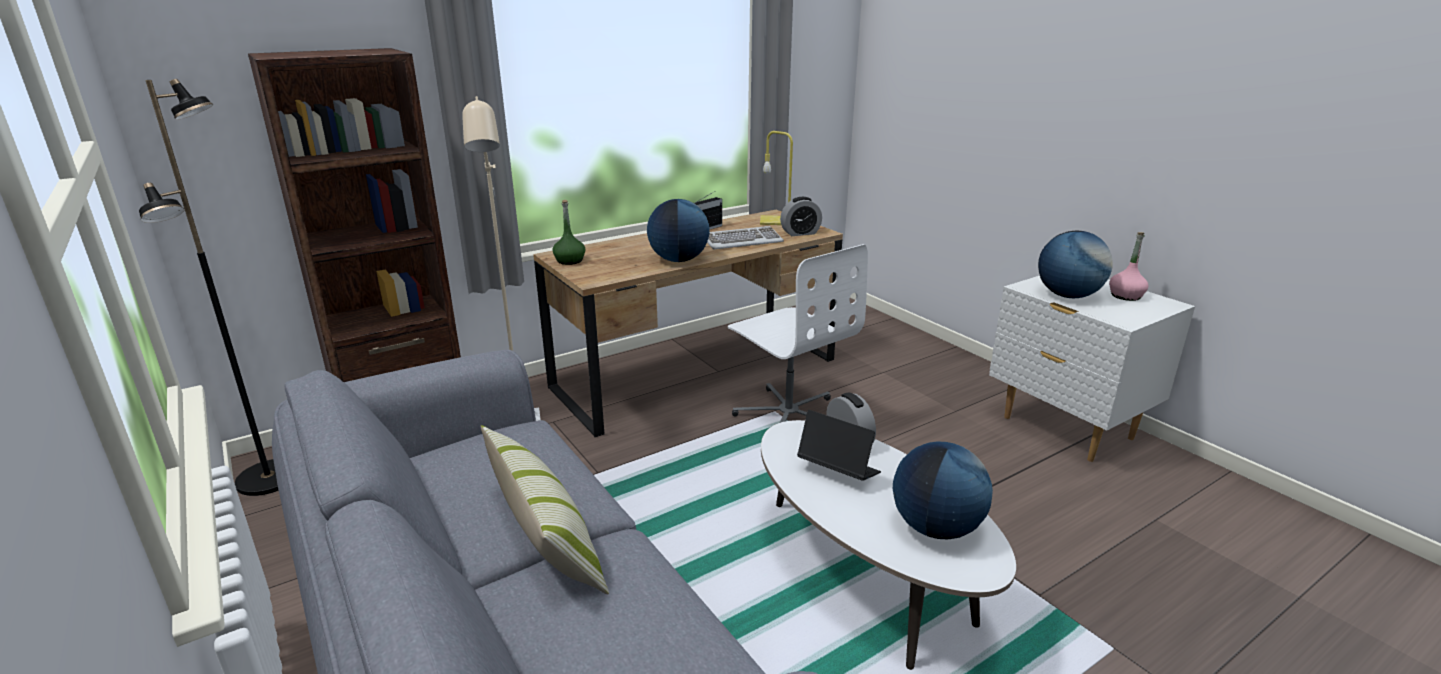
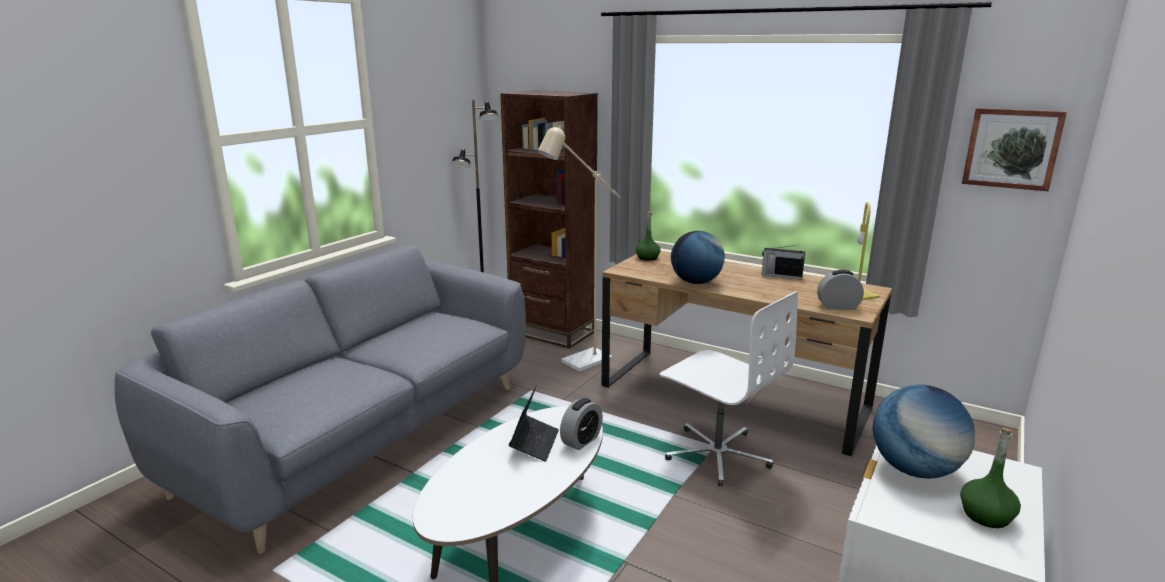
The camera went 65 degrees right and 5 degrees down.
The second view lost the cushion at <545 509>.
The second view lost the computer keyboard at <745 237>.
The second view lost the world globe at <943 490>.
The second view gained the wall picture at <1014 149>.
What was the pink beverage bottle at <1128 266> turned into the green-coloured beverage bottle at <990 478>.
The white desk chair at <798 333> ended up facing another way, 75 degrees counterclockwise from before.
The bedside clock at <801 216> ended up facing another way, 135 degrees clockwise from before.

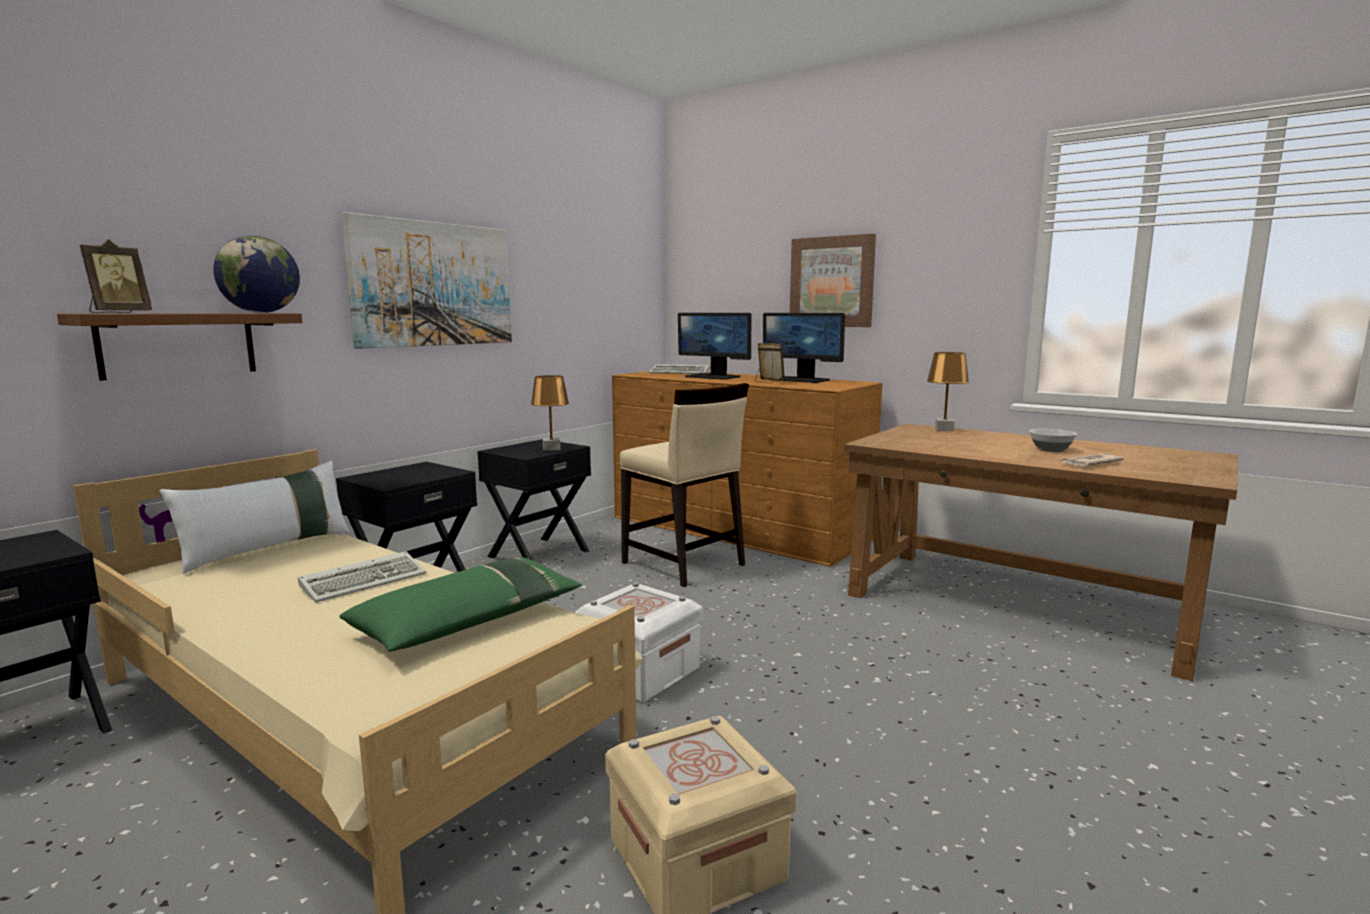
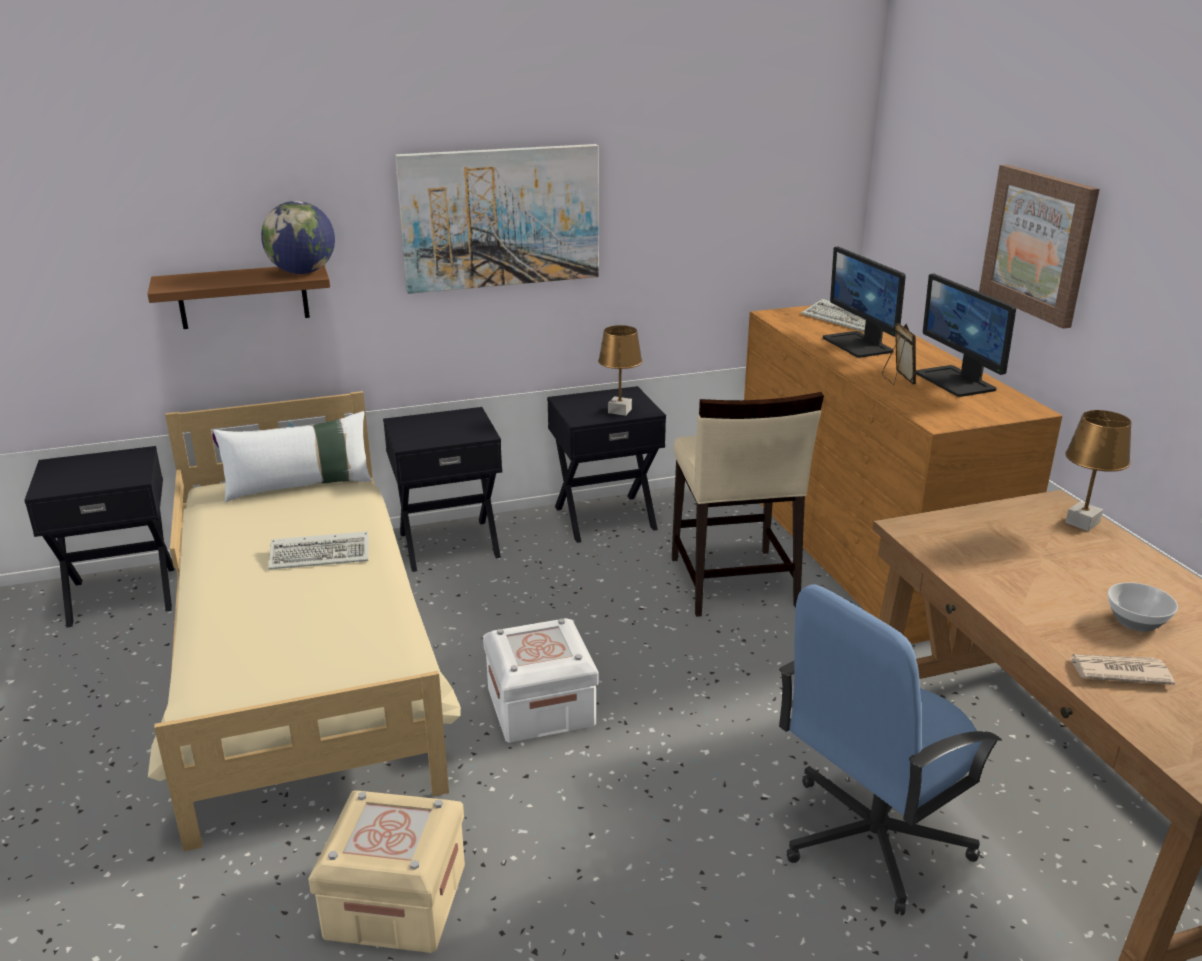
The camera went 35 degrees right and 15 degrees up.
The second view lost the photo frame at <116 276>.
The second view lost the green-coloured cushion at <460 604>.
The second view gained the blue desk chair at <890 750>.

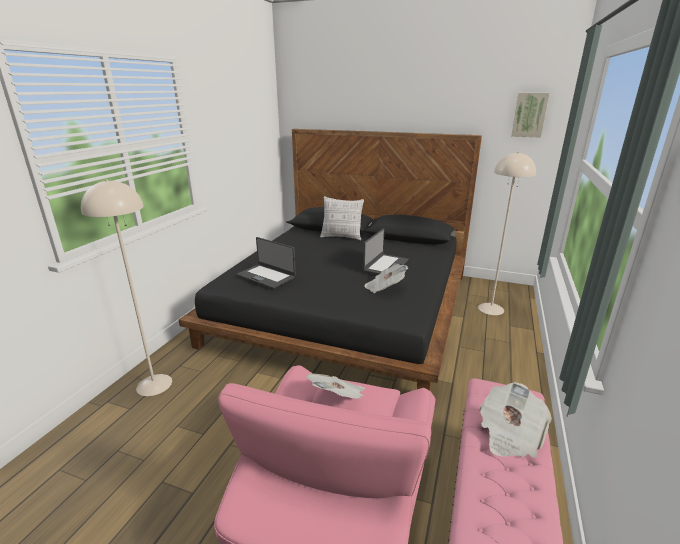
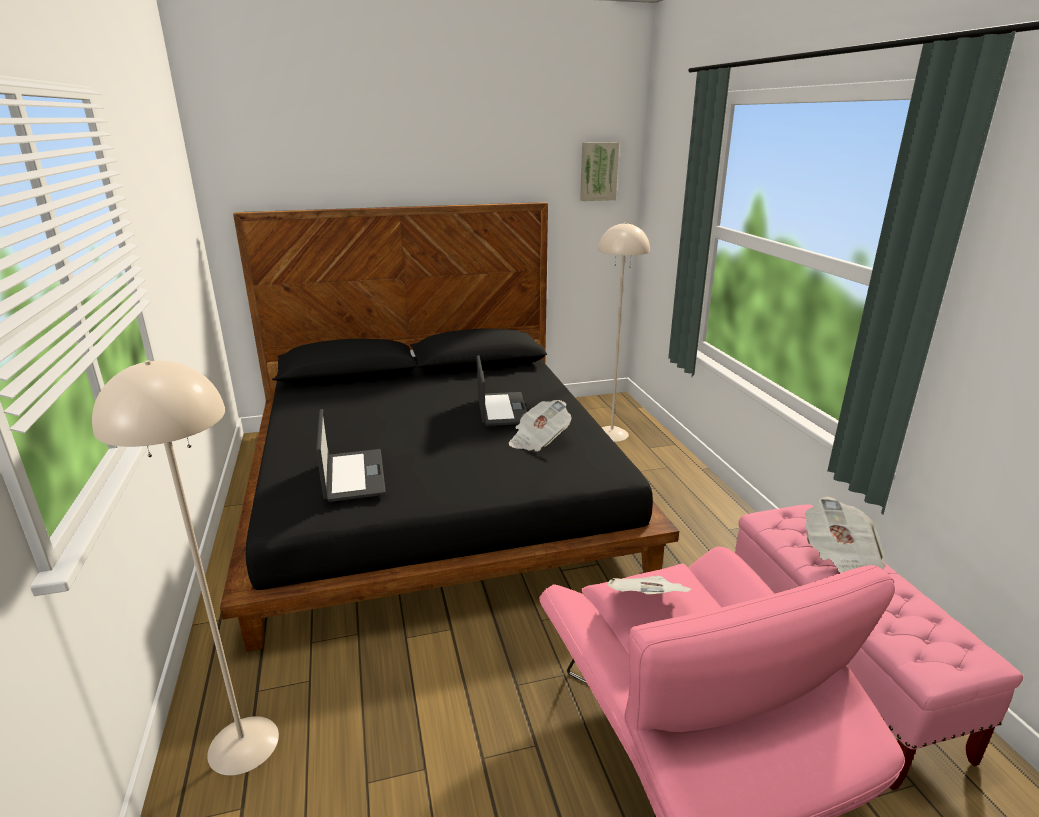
The camera went 35 degrees left and 0 degrees up.
The second view lost the cushion at <342 218>.
The laptop at <266 263> ended up facing another way, 105 degrees counterclockwise from before.

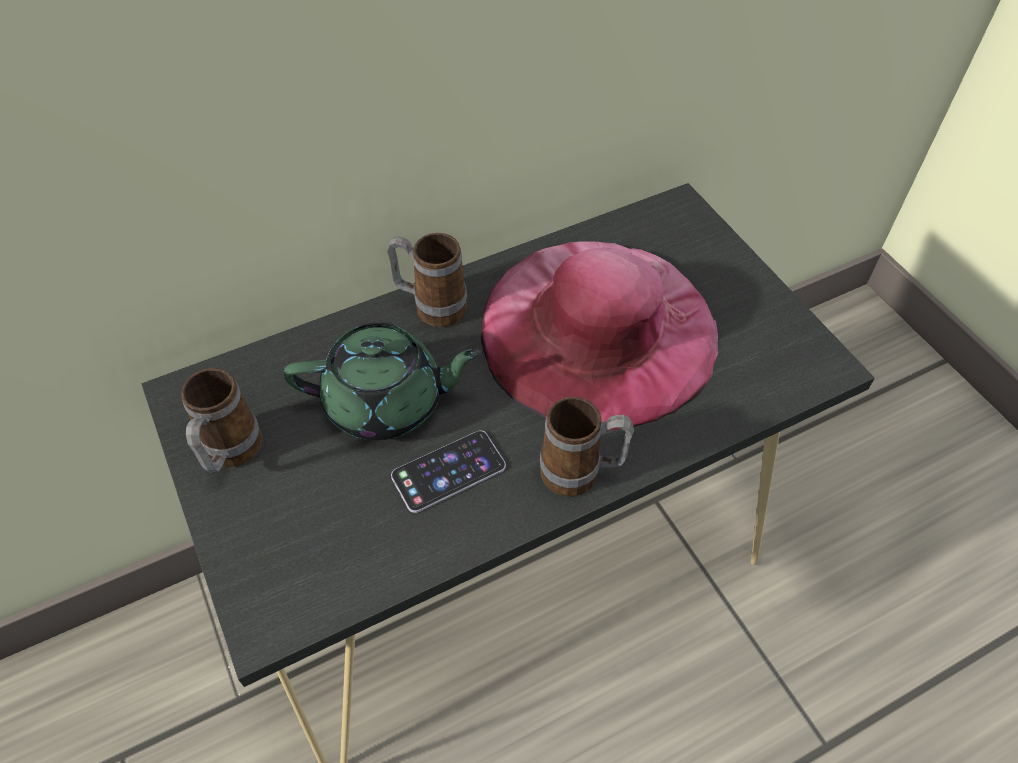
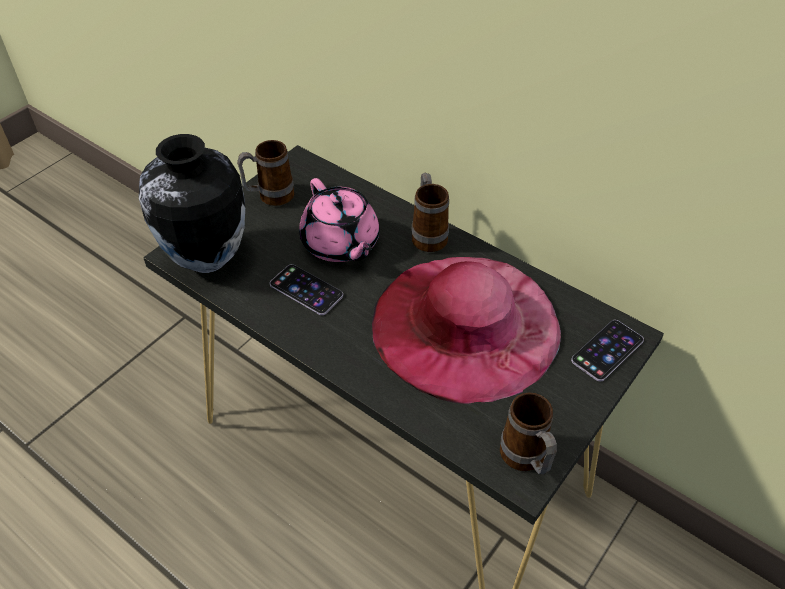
The camera went 65 degrees right and 5 degrees down.
The second view gained the vase at <192 203>.
The second view gained the handset at <607 350>.
The mug ended up elsewhere, having gone from <587 446> to <528 433>.
What was the green-coloured pot for tea at <383 381> turned into the pink pot for tea at <339 220>.

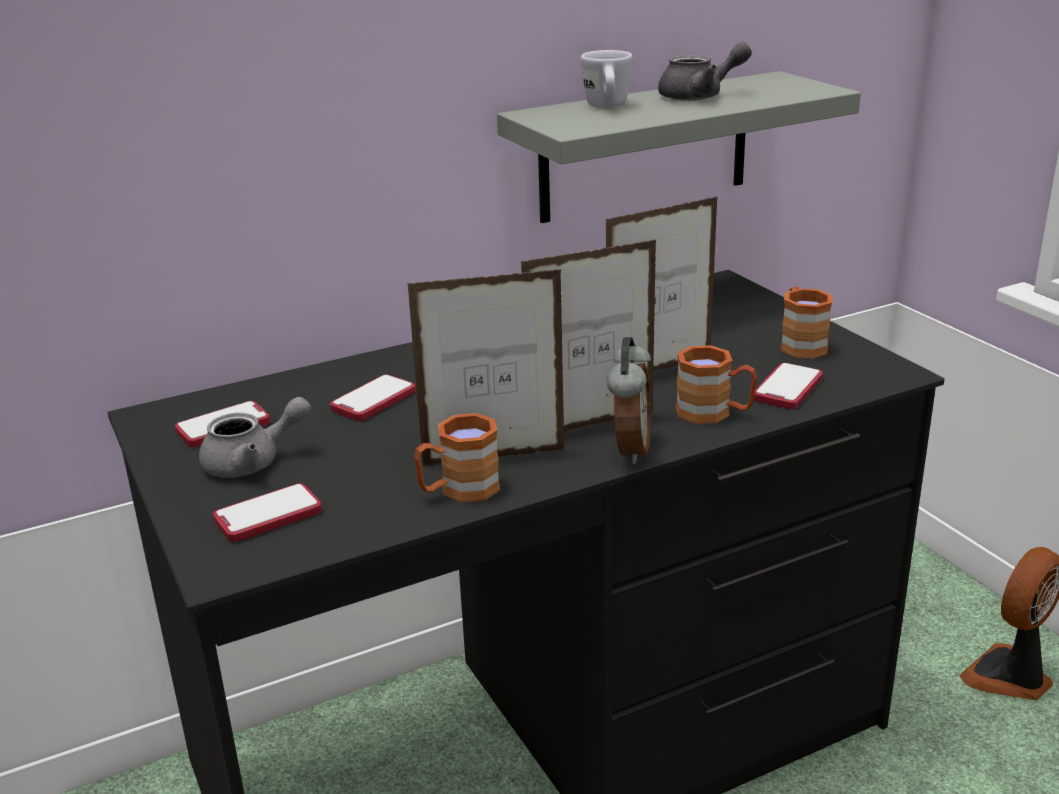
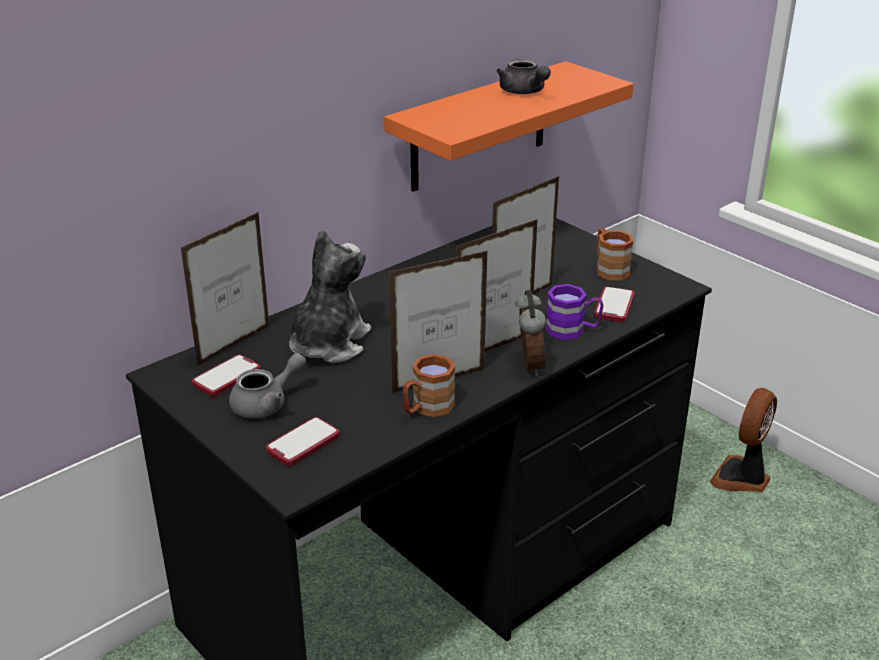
The camera went 15 degrees left and 5 degrees up.
The second view lost the white mug at <606 79>.
The second view gained the photo frame at <225 289>.
Where the handset stood at <373 398>, the soft toy came to stand at <330 296>.
What was the grey bracket shelf at <679 147> turned into the orange bracket shelf at <509 126>.
What was the brownish mug at <716 384> turned into the purplish mug at <574 312>.
The grey pot for tea at <705 71> ended up facing another way, 90 degrees clockwise from before.

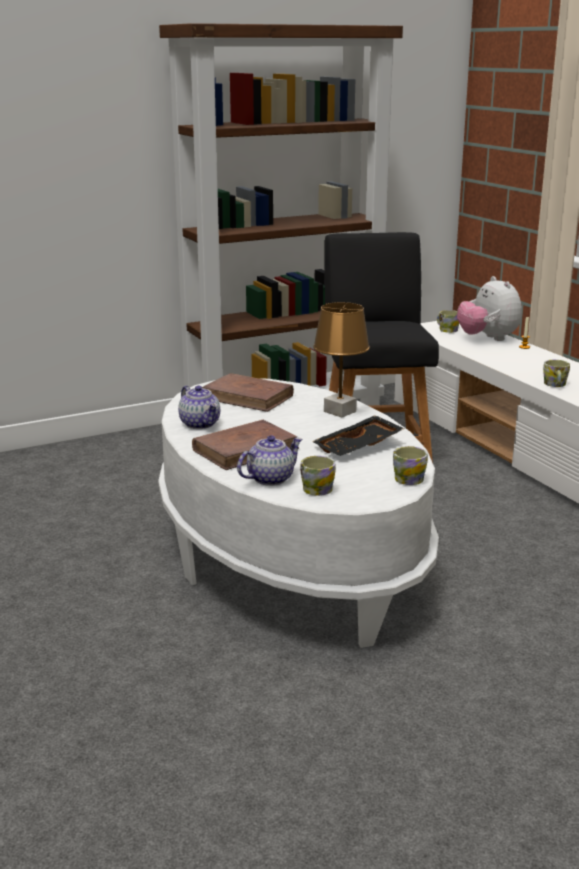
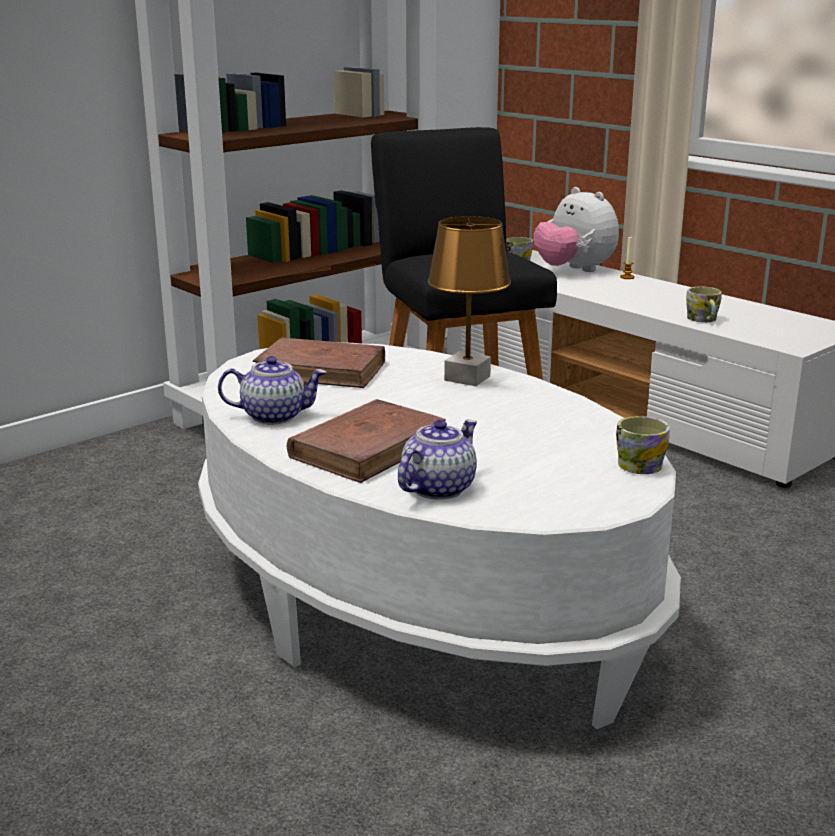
The camera went 15 degrees left and 0 degrees up.
The second view lost the mug at <318 476>.
The second view lost the blackish tray at <358 435>.
The pot for tea at <199 407> ended up facing another way, 45 degrees counterclockwise from before.

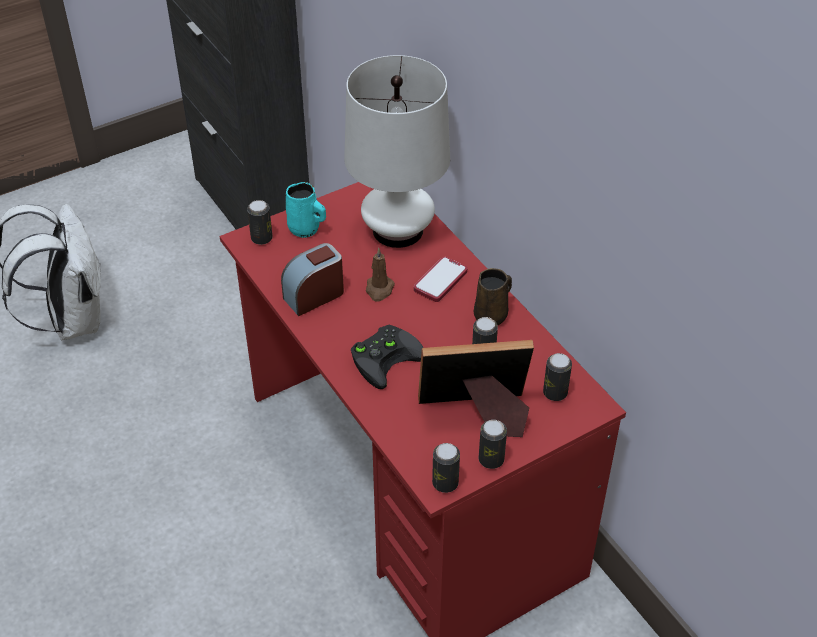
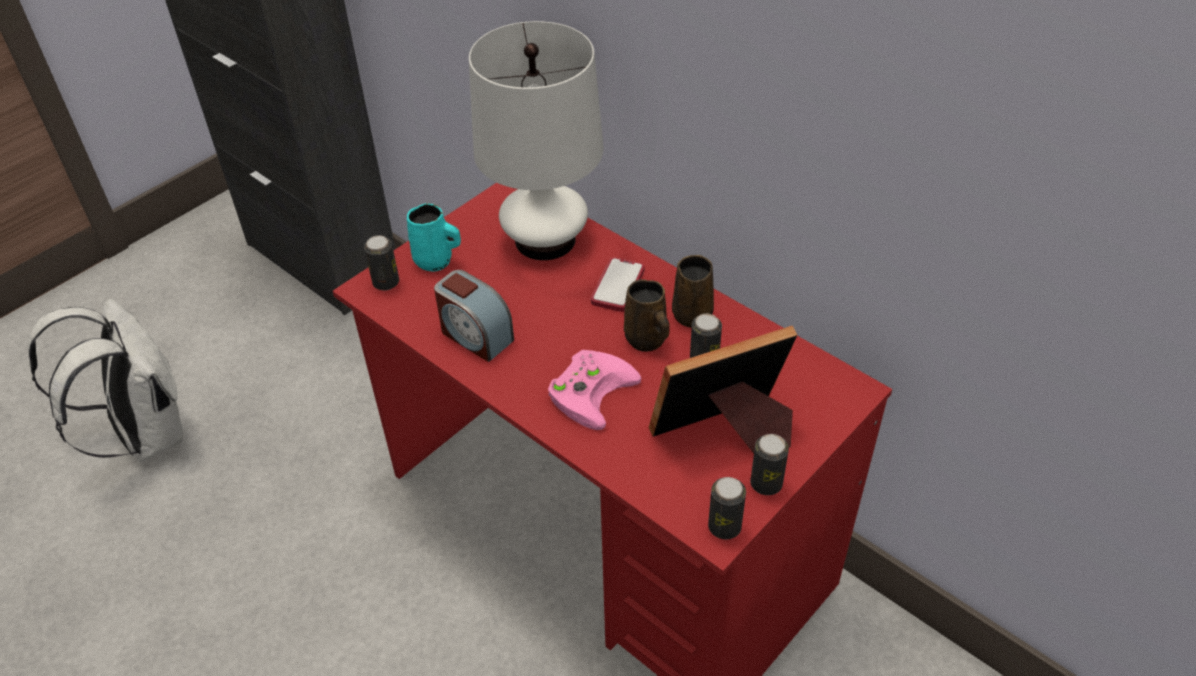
The camera went 15 degrees left and 0 degrees up.
The second view lost the brownish candle at <380 275>.
The second view lost the can at <557 377>.
The second view gained the brownish mug at <647 315>.
What was the blackish gamepad at <387 357> turned into the pink gamepad at <595 390>.
The bedside clock at <312 279> ended up facing another way, 90 degrees counterclockwise from before.

